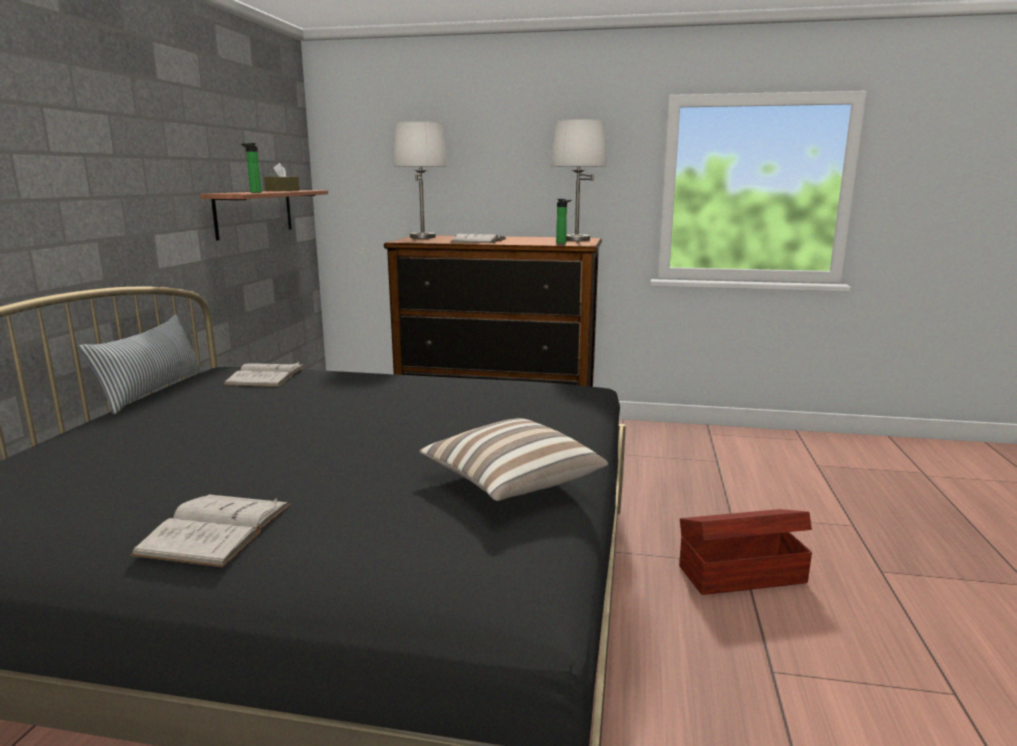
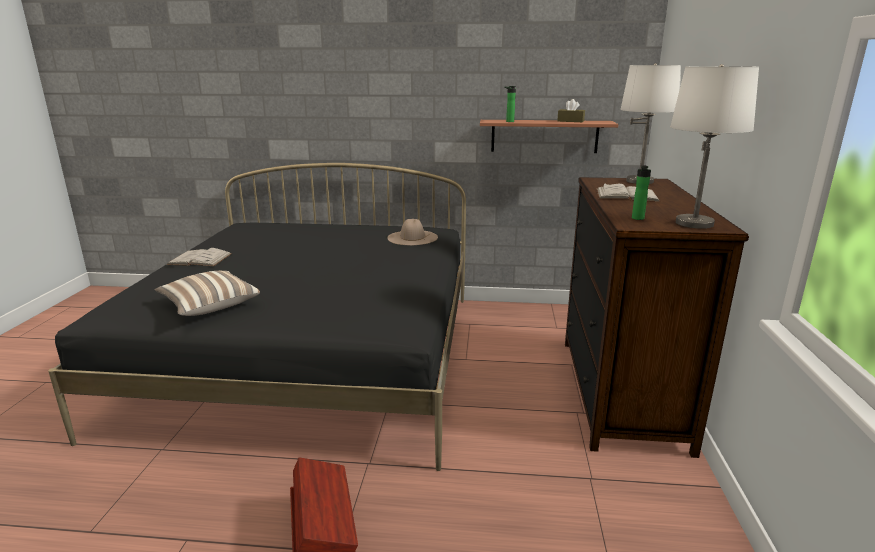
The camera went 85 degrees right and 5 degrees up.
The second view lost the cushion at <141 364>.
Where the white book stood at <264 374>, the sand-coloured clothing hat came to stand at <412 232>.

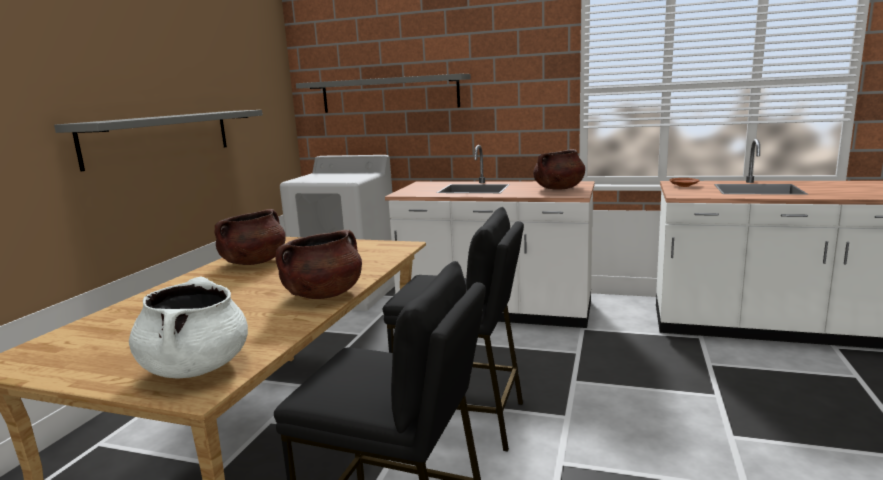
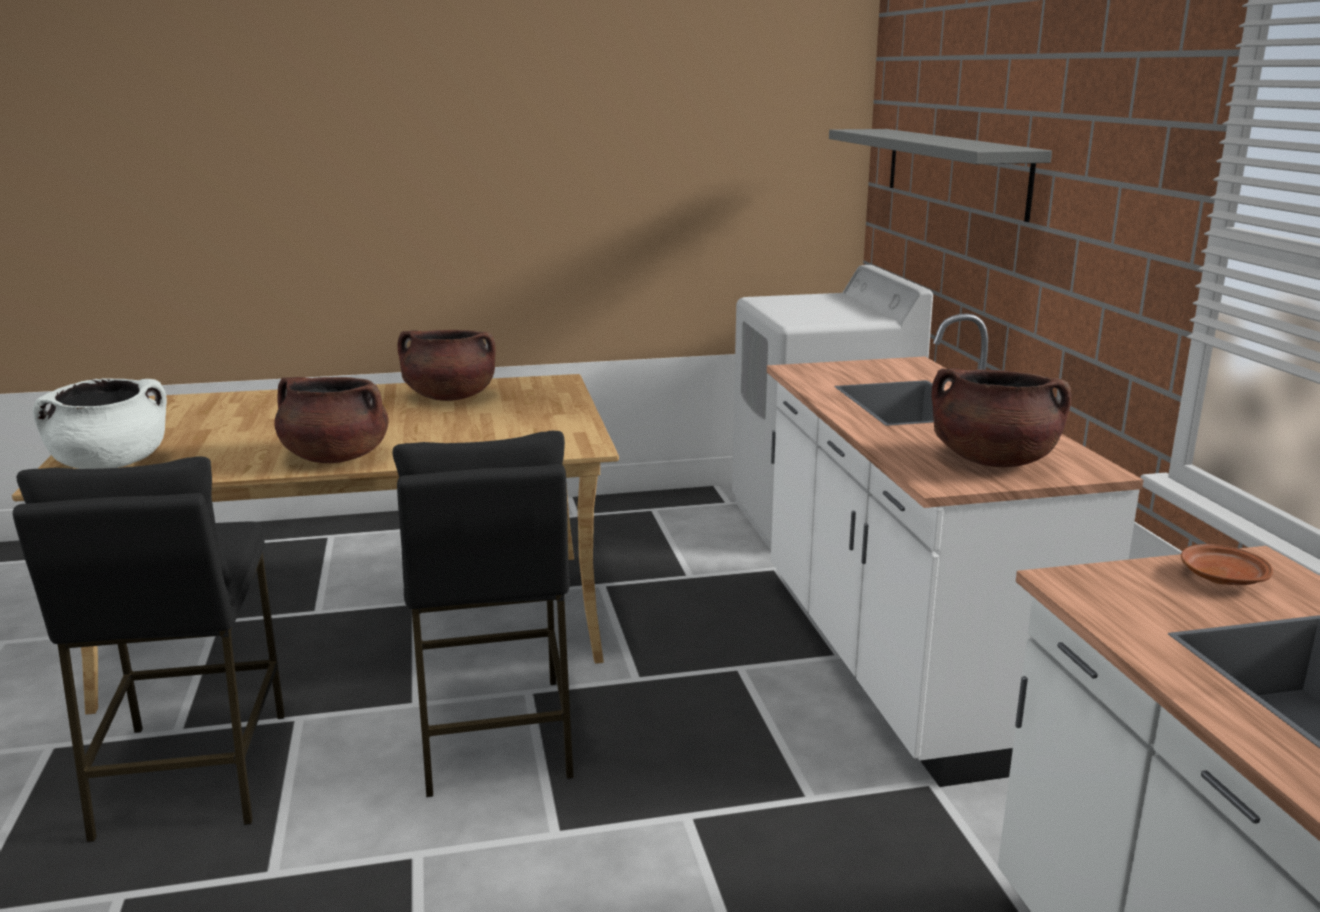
The camera went 60 degrees right and 5 degrees up.
The second view lost the grey bracket shelf at <158 141>.

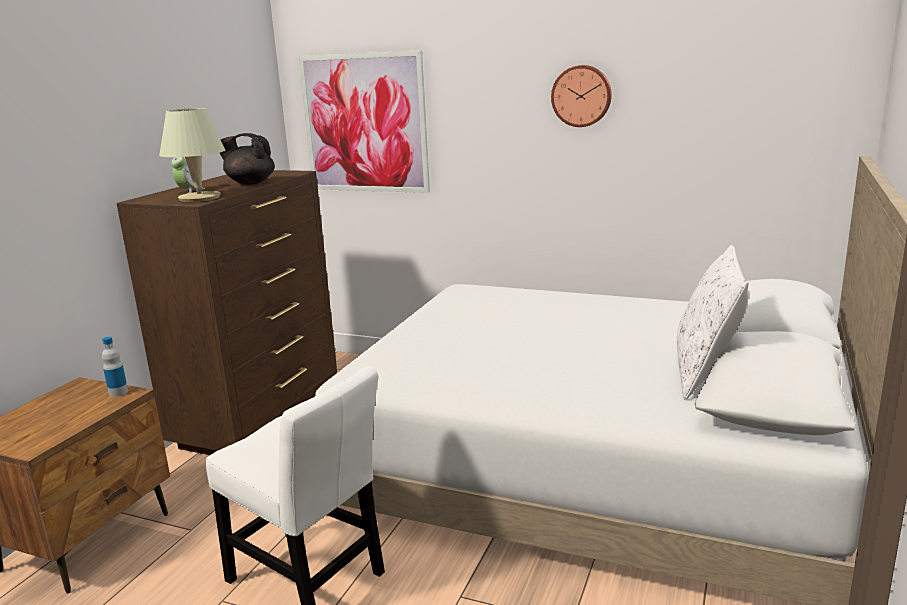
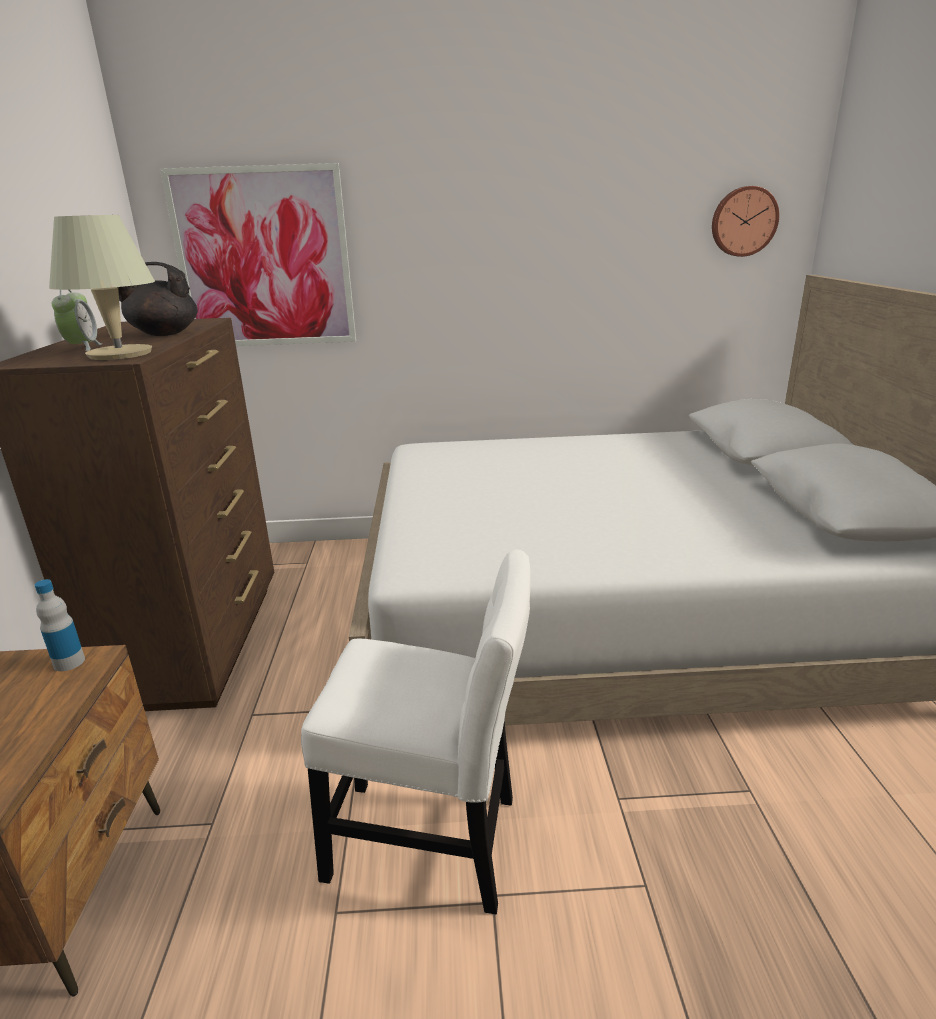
The camera went 25 degrees left and 5 degrees up.
The second view lost the white cushion at <713 322>.
The wall clock ended up elsewhere, having gone from <581 96> to <745 221>.

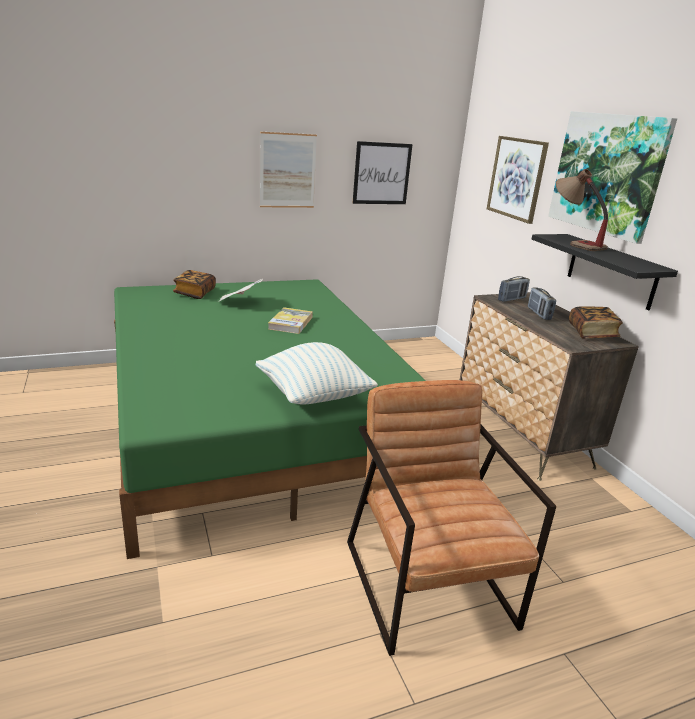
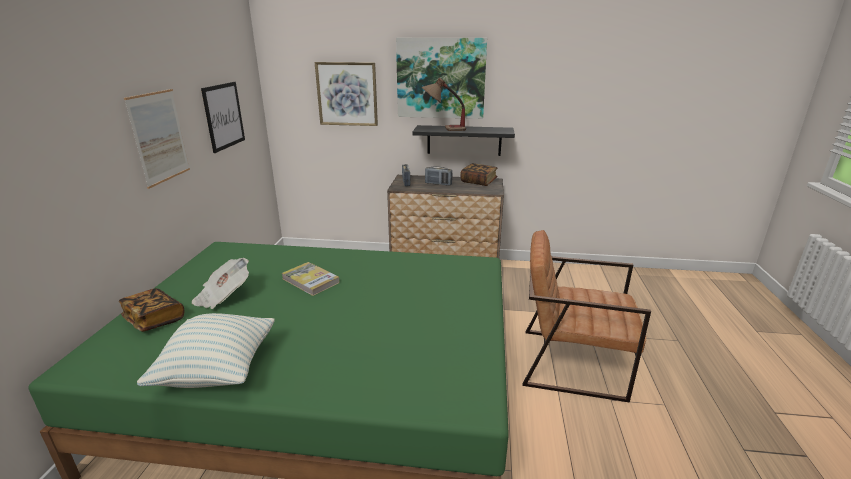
The camera went 60 degrees left and 0 degrees up.
The cushion ended up elsewhere, having gone from <317 373> to <206 350>.

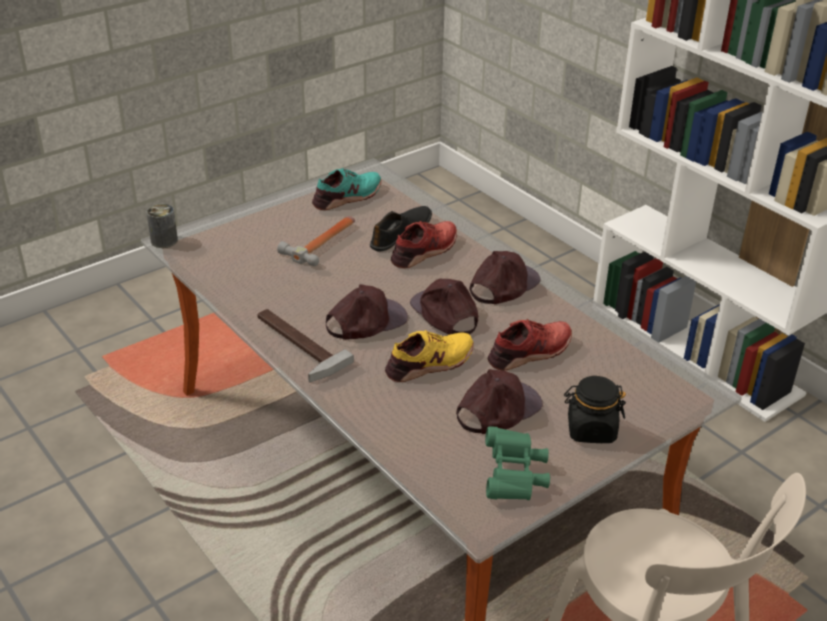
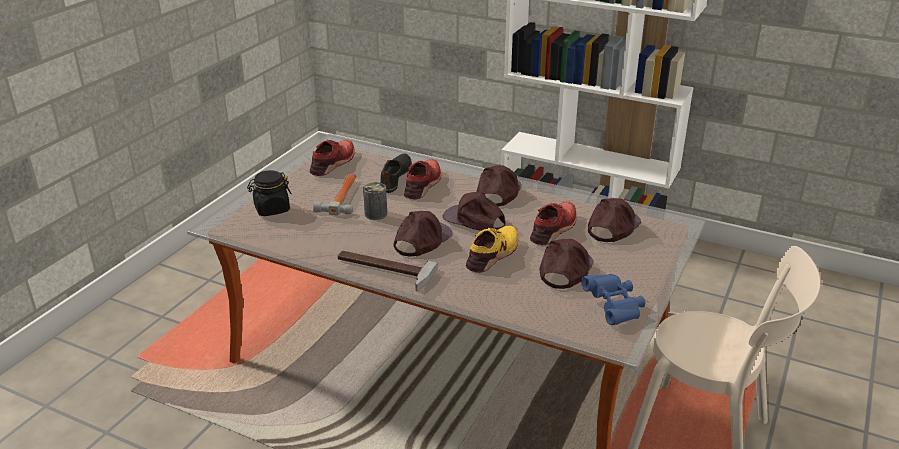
The camera went 25 degrees left and 5 degrees down.
The second view gained the brownish cap at <614 220>.
The can ended up elsewhere, having gone from <162 226> to <375 201>.
The blackish jar ended up elsewhere, having gone from <595 409> to <269 193>.
What was the blue-green shoe at <346 189> turned into the red shoe at <332 158>.
What was the green-coloured pair of binoculars at <517 463> turned into the blue pair of binoculars at <613 299>.

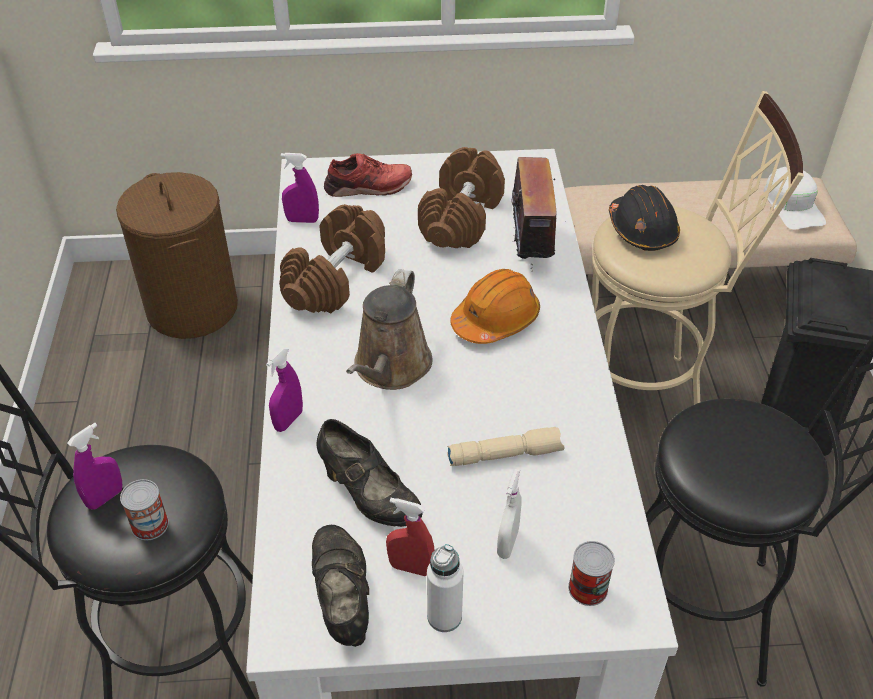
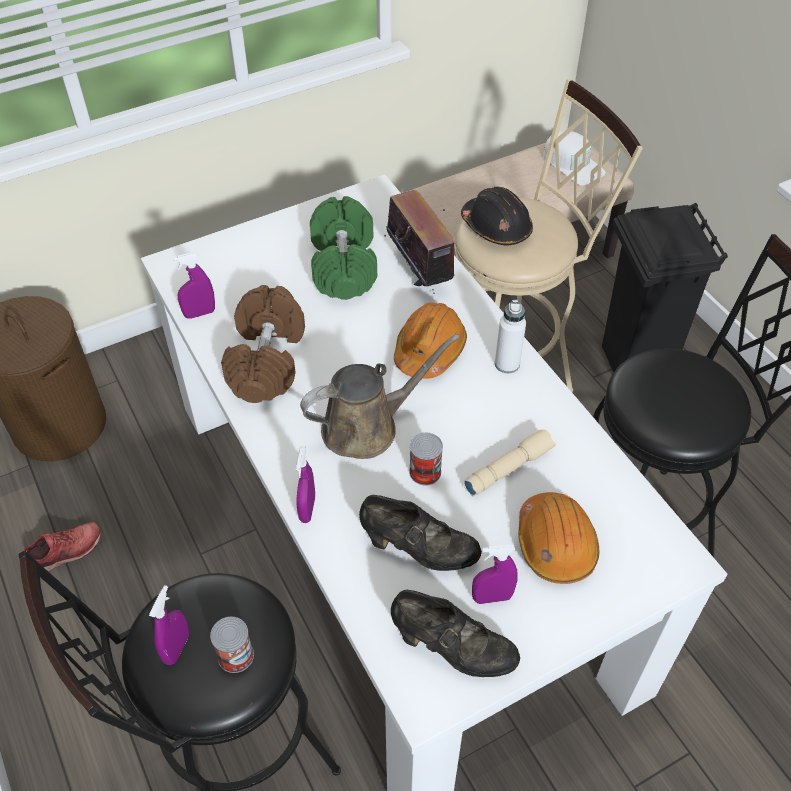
The camera went 25 degrees left and 5 degrees up.
The red shoe ended up elsewhere, having gone from <368 175> to <62 547>.
The white beverage bottle ended up elsewhere, having gone from <445 588> to <510 336>.
The can ended up elsewhere, having gone from <591 573> to <426 459>.
Where the white sprayer stood at <509 514>, the orange hard hat came to stand at <559 538>.
What was the red sprayer at <410 537> turned into the purplish sprayer at <495 574>.
What was the brownish free weight at <461 197> turned into the green-coloured free weight at <343 248>.
The blackish shoe at <340 586> ended up facing another way, 150 degrees clockwise from before.
The brownish sprinkling can at <389 329> ended up facing another way, 105 degrees counterclockwise from before.

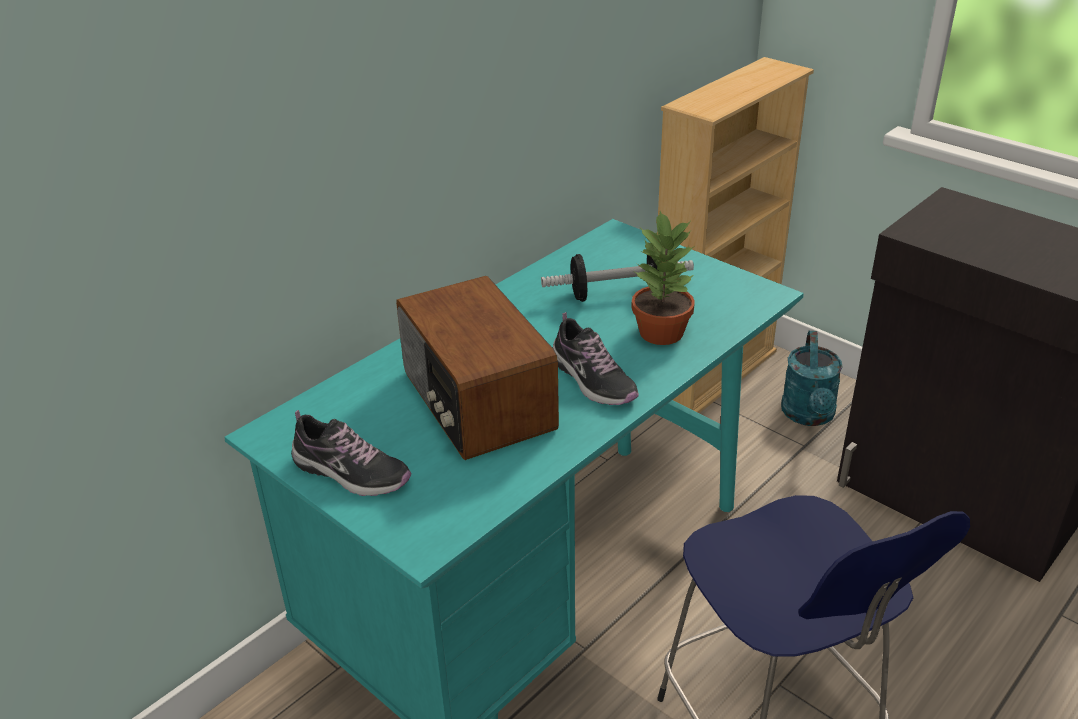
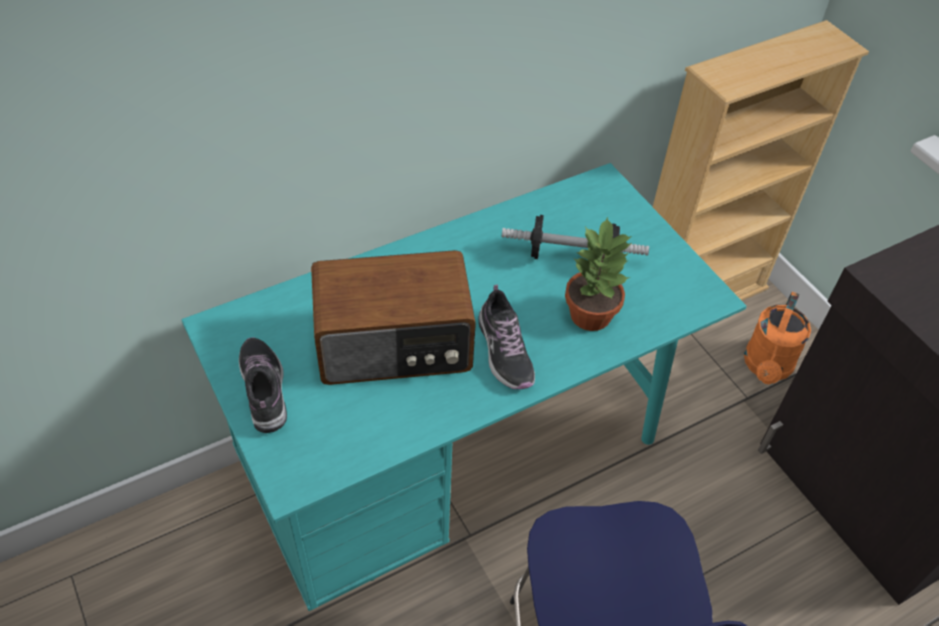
The camera went 15 degrees right and 15 degrees up.
What was the blue-green sprinkling can at <812 378> turned into the orange sprinkling can at <777 338>.
The shoe at <351 453> ended up facing another way, 150 degrees counterclockwise from before.
The radio set at <477 368> ended up facing another way, 90 degrees counterclockwise from before.

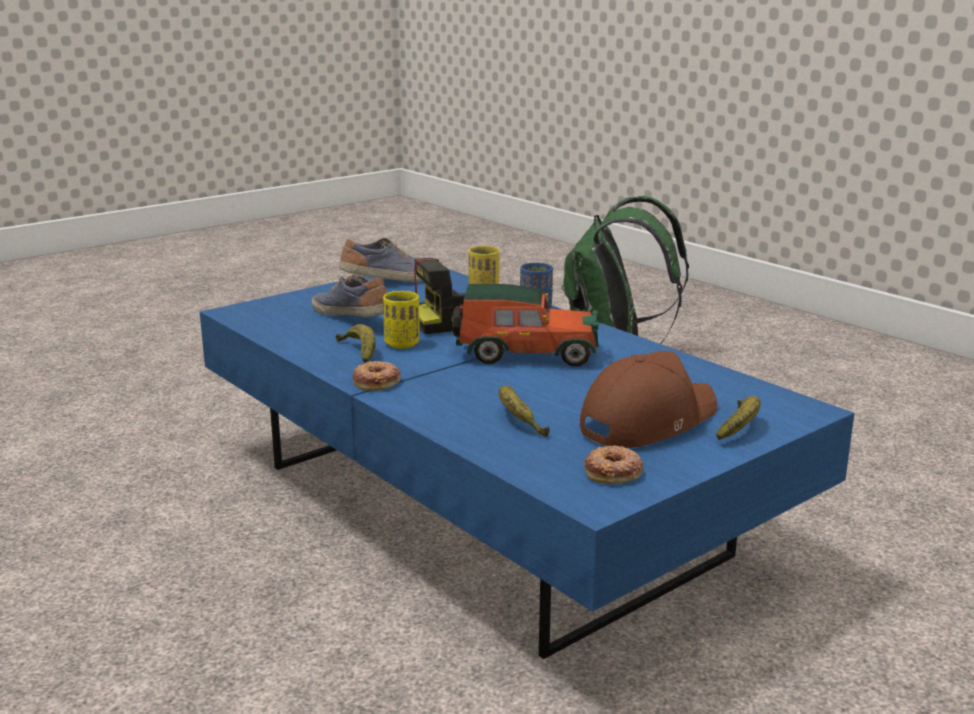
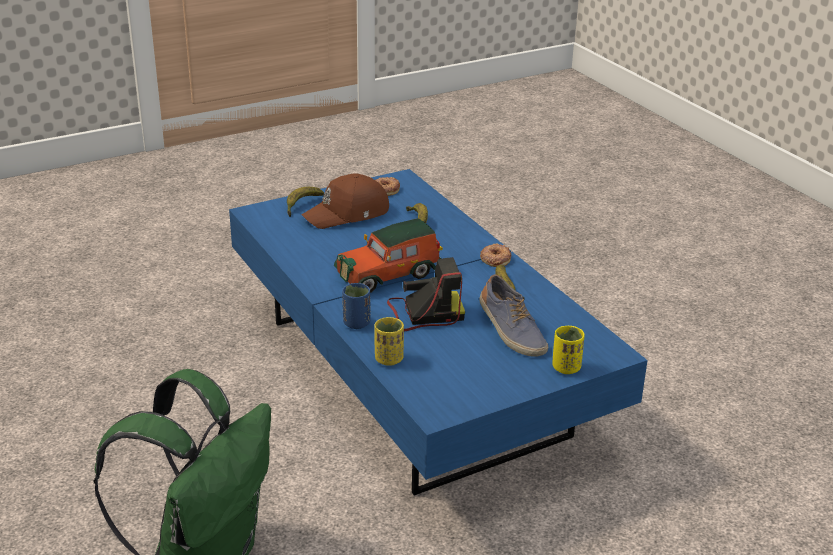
The camera went 170 degrees left and 10 degrees up.
The second view lost the shoe at <381 260>.
The yellow cup ended up elsewhere, having gone from <401 319> to <568 350>.
The miniature car at <525 325> ended up facing another way, 45 degrees counterclockwise from before.

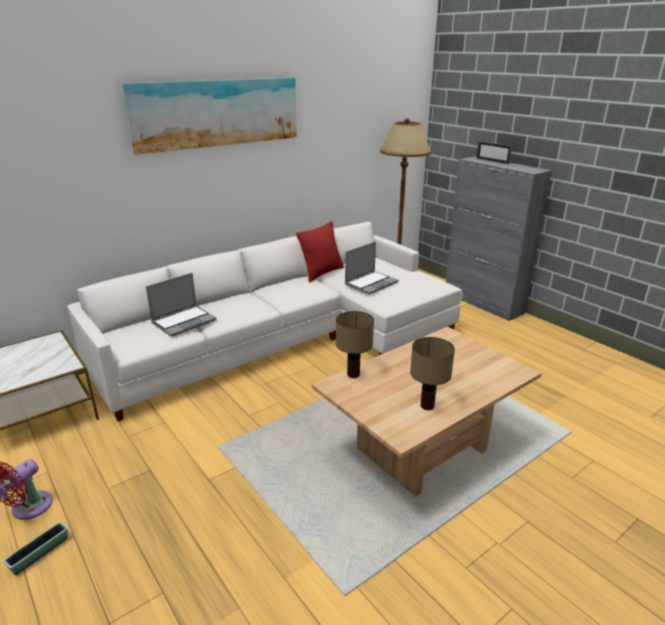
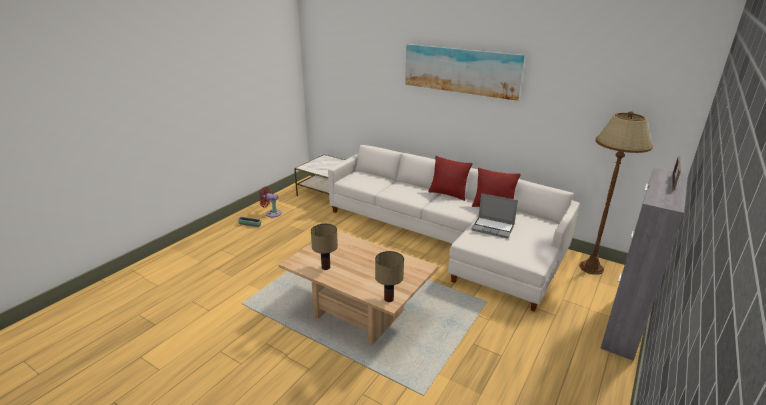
The camera went 70 degrees right and 0 degrees up.
The second view lost the laptop at <181 305>.
The second view gained the red cushion at <451 178>.
The tabletop lamp ended up elsewhere, having gone from <355 344> to <389 276>.

